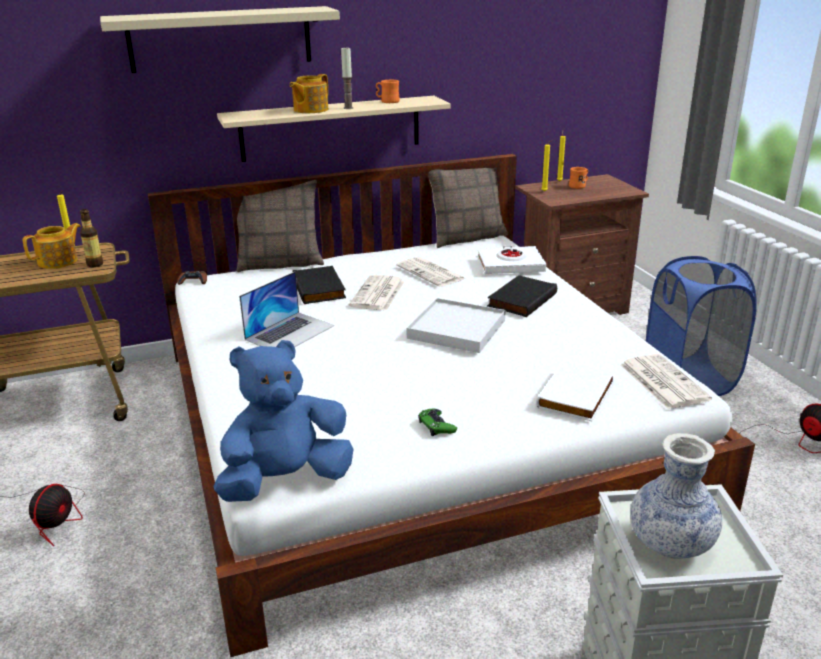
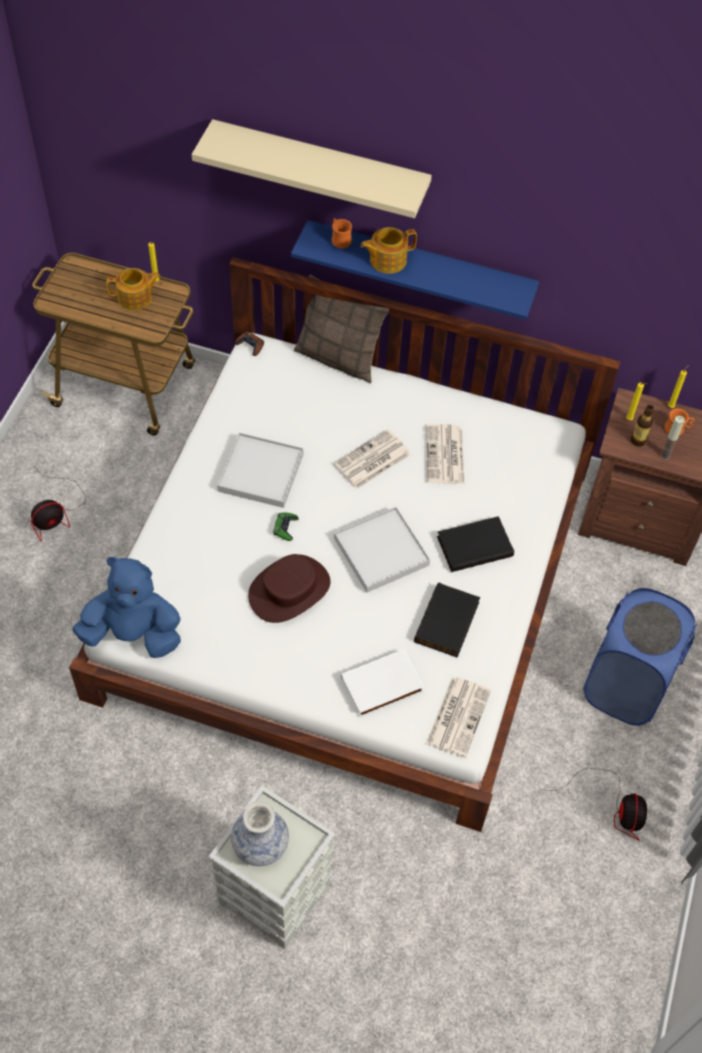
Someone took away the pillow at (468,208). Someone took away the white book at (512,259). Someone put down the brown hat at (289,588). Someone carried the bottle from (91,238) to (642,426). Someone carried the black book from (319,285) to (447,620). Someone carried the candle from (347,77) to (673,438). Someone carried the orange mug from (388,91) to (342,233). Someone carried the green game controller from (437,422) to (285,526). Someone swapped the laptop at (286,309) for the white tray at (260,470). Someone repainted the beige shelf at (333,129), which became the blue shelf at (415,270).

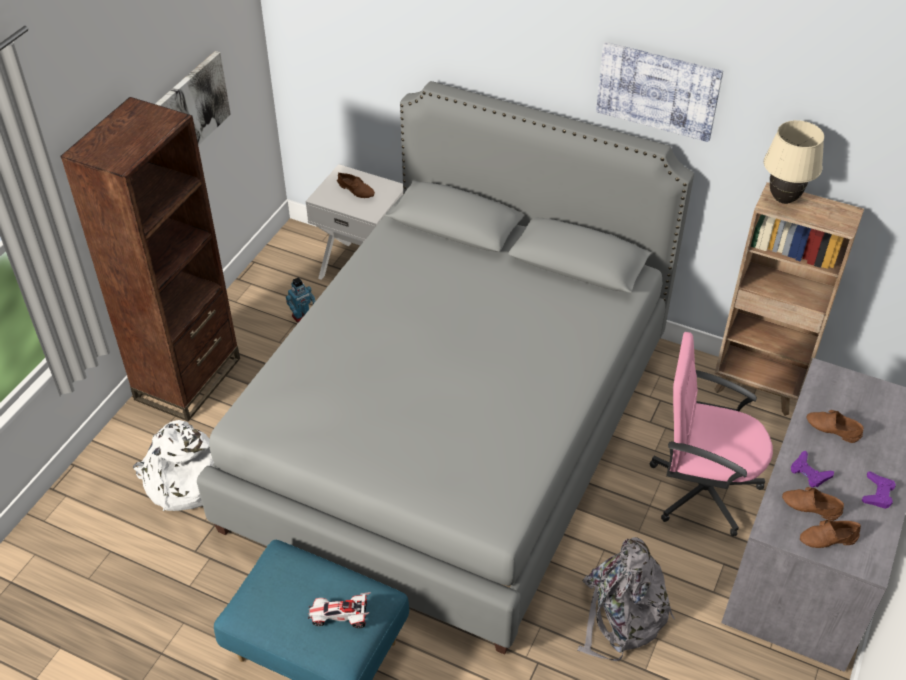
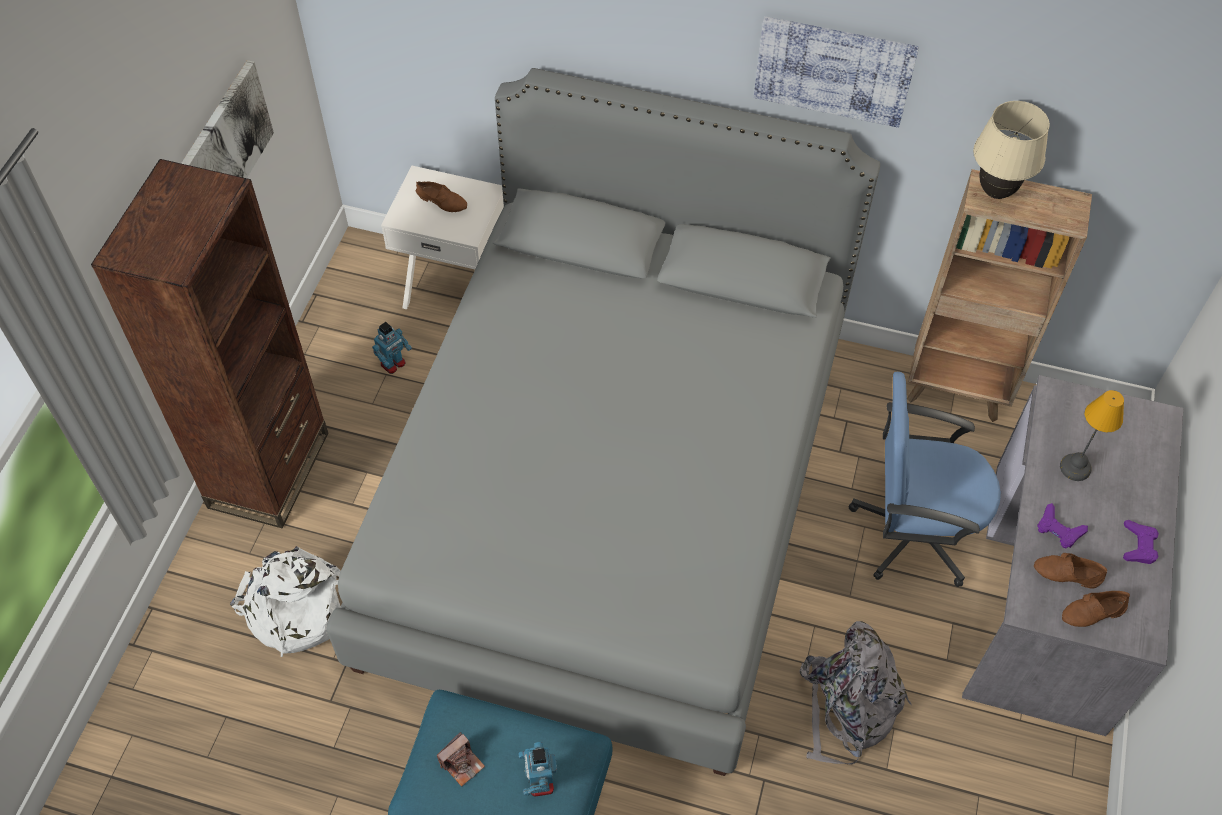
Someone put down the photo camera at (461,759). Someone swapped the toy car at (339,610) for the toy robot at (537,769). Someone swapped the brown shoe at (835,426) for the table lamp at (1092,435). Someone repainted the pink office chair at (711,434), which became the blue office chair at (925,479).

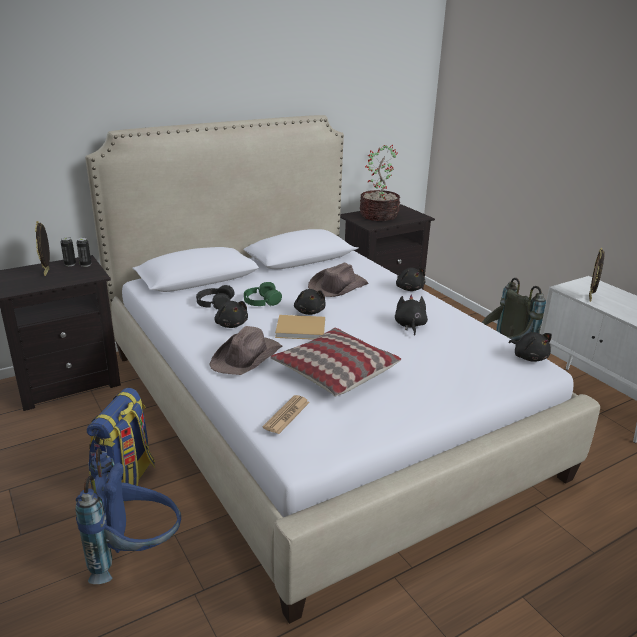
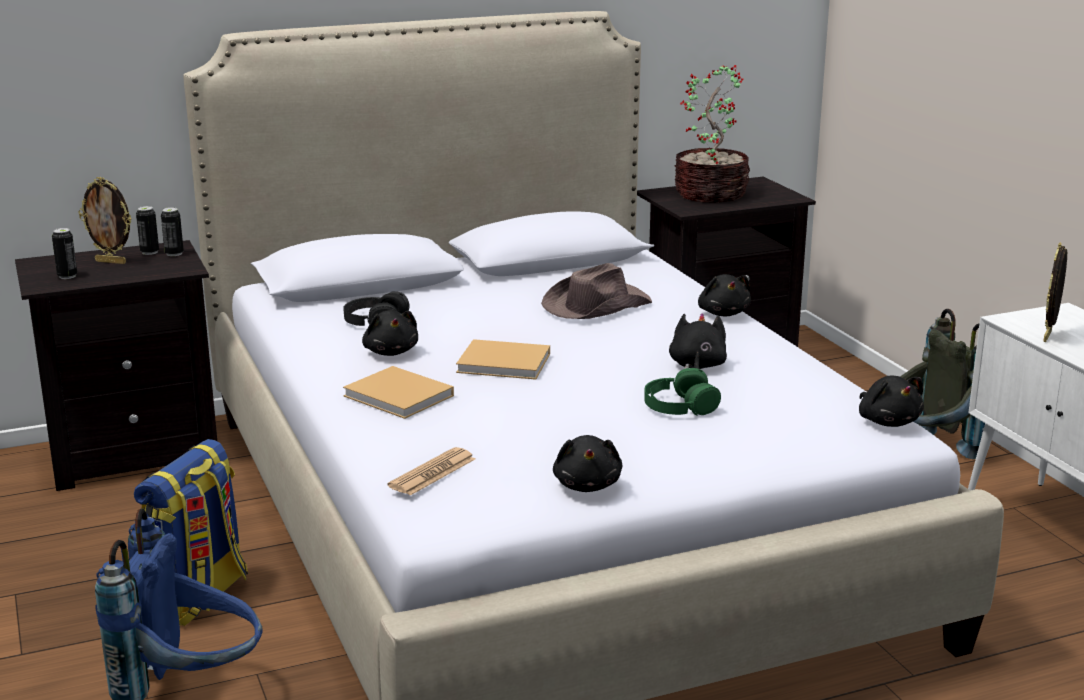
Someone took away the pillow at (336,362). Someone put down the can at (64,253). Someone carried the green headphones from (263,294) to (683,392). Someone carried the black plush toy from (309,302) to (587,463). Someone swapped the brown hat at (246,350) for the beige book at (398,392). Someone rotated the picture frame at (42,248) by 75 degrees counterclockwise.

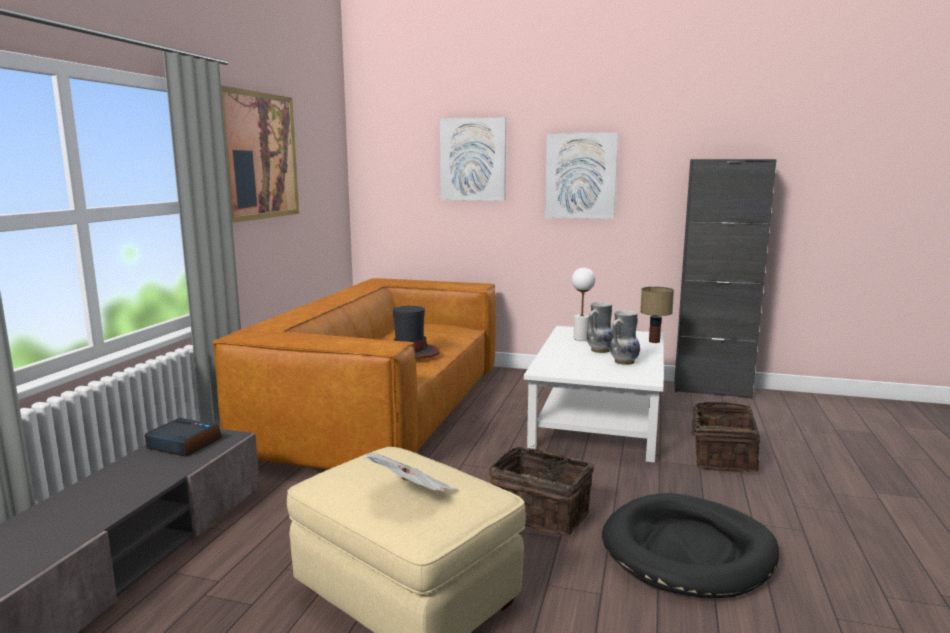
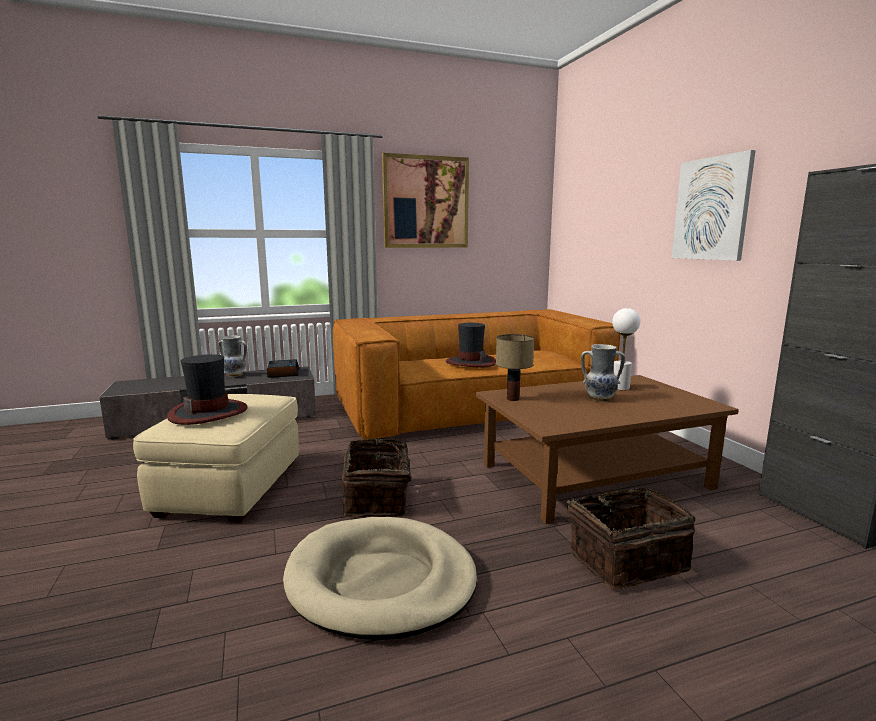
Someone took away the picture at (473,159). Someone carried the vase from (625,337) to (232,356). Someone carried the table lamp from (657,315) to (515,367). Someone swapped the newspaper at (410,472) for the hat at (207,389). Someone repainted the white coffee table at (594,394), which became the brown coffee table at (607,449). Someone repainted the black dog bed at (690,545), which became the beige dog bed at (380,578).

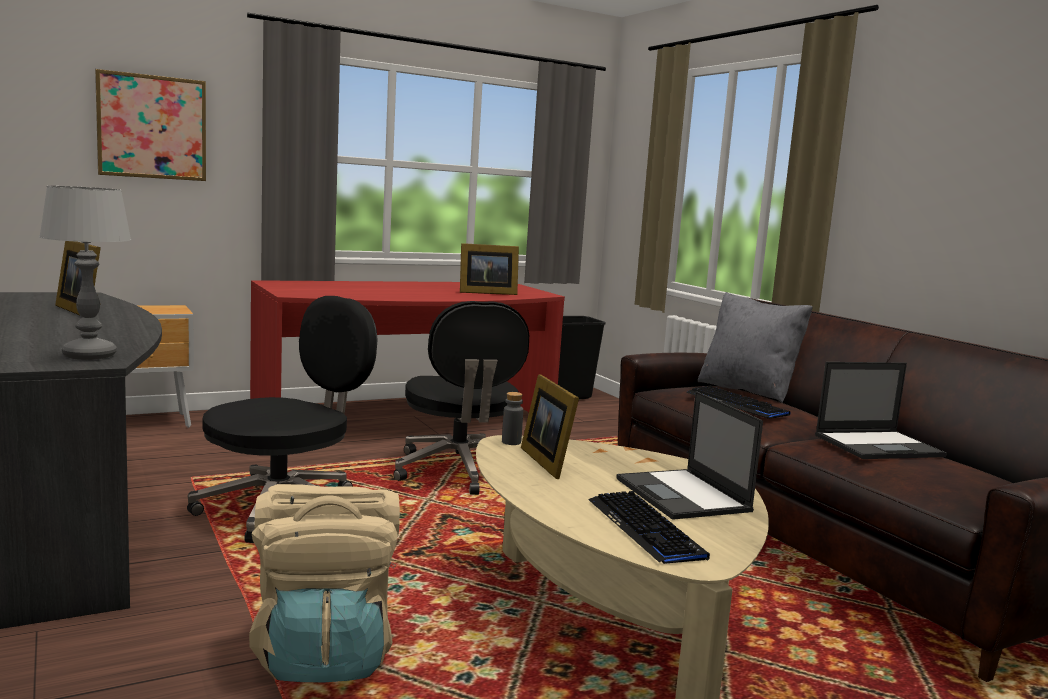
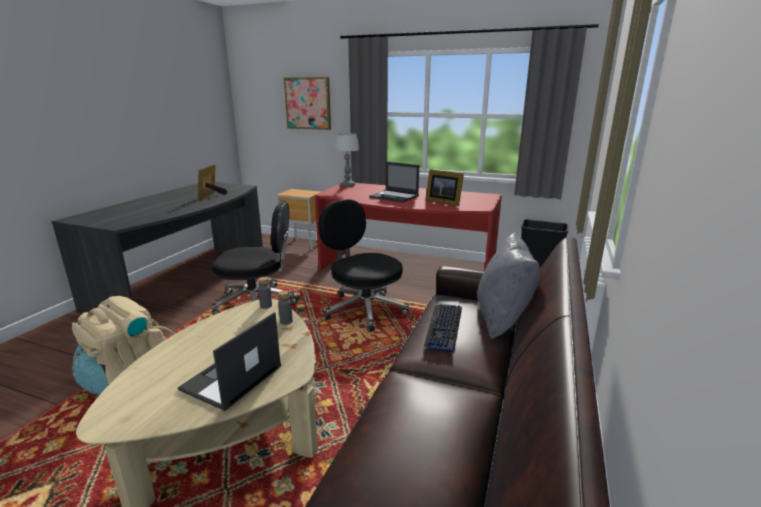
Someone took away the picture frame at (550,426). Someone took away the keyboard at (649,527). Someone put down the grey bottle at (285,307). Someone carried the table lamp from (85,273) to (347,160). Someone carried the laptop from (881,410) to (394,182). Someone rotated the black office chair at (461,398) by 105 degrees clockwise.

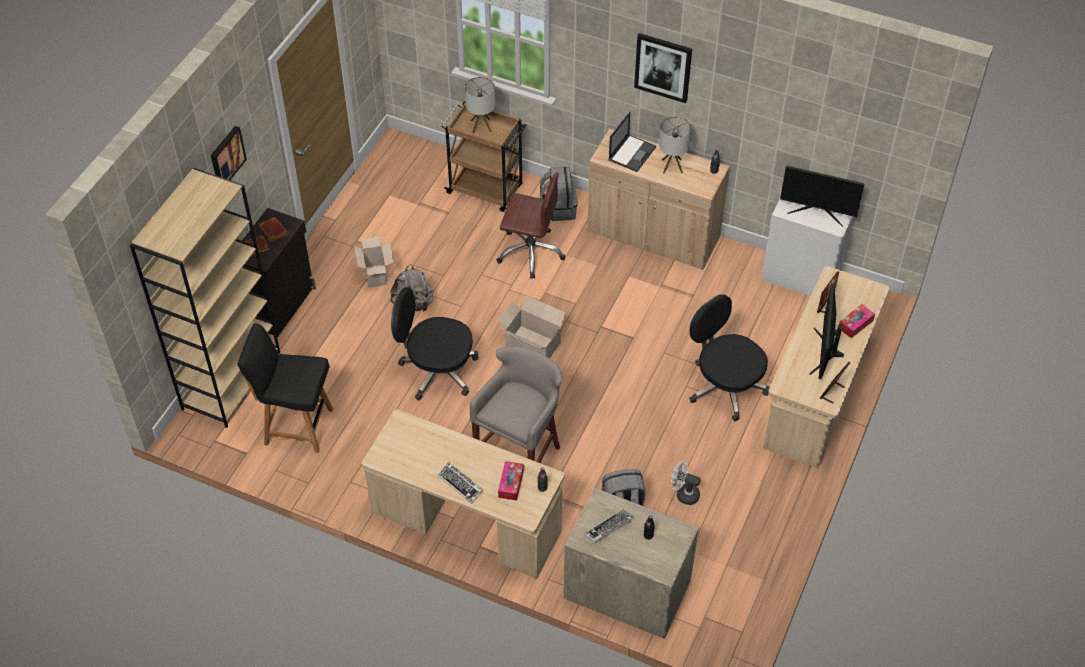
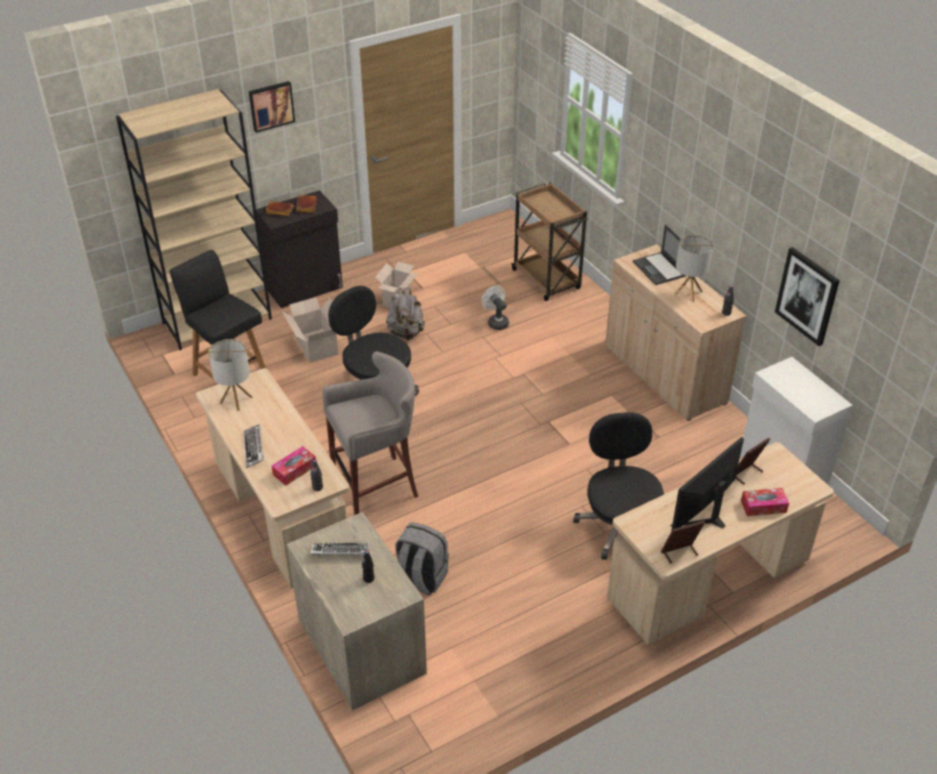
Someone took away the brown office chair at (531,226). Someone took away the grey backpack at (558,194). Someone took away the monitor at (822,196). Someone carried the table lamp from (480,105) to (231,375). Someone carried the cardboard box from (532,327) to (310,330). Someone carried the picture from (663,68) to (807,296). Someone carried the white fan from (686,483) to (495,308). Someone rotated the laptop at (632,142) by 90 degrees clockwise.

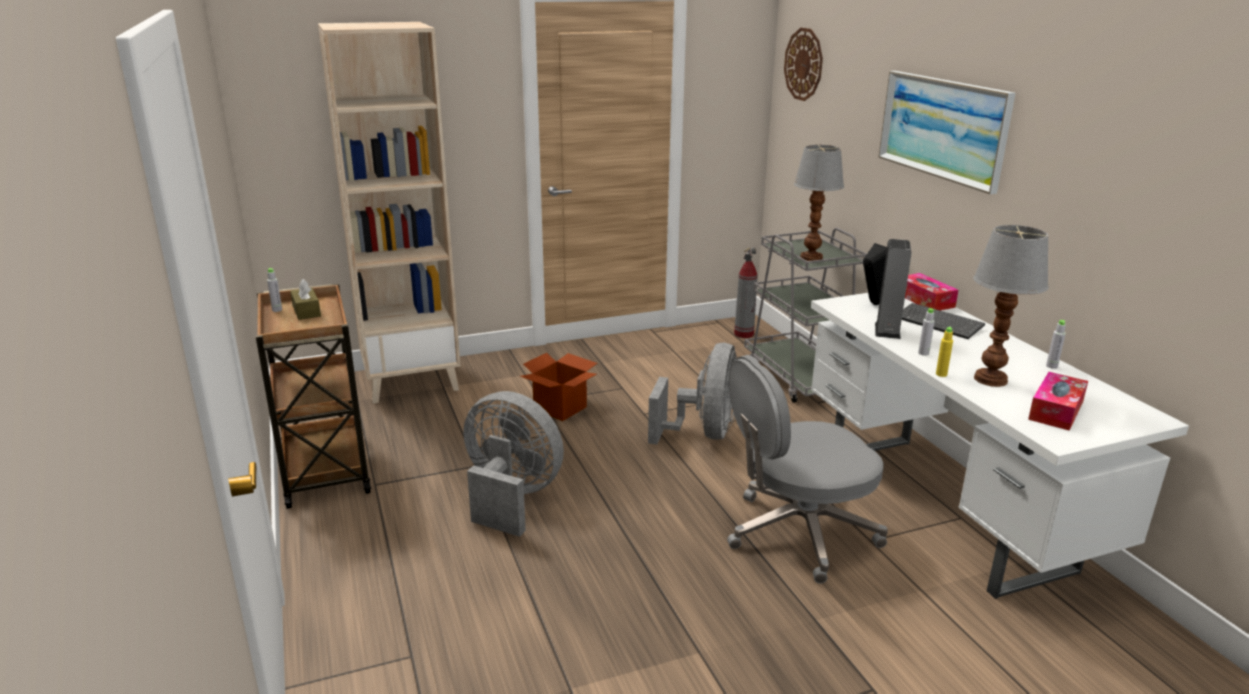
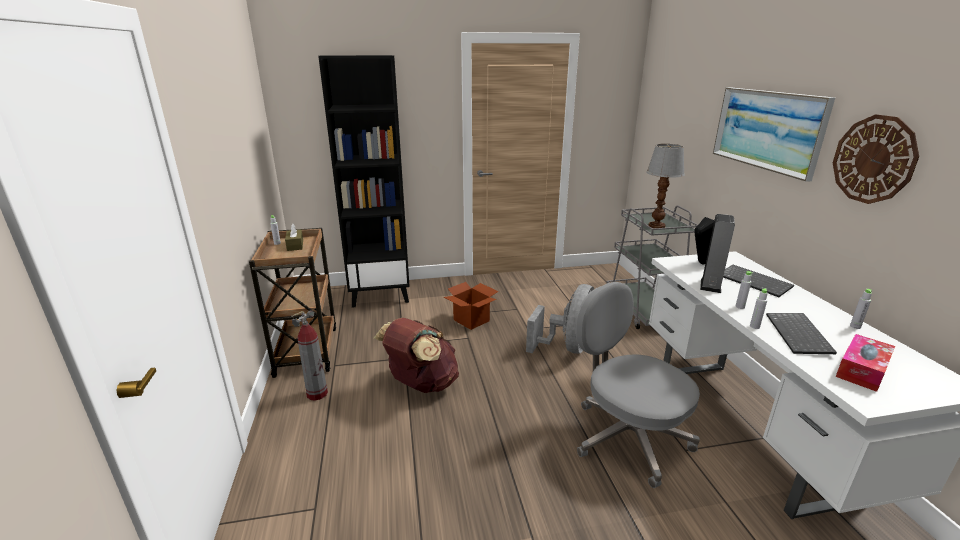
Someone took away the tissue box at (931,291). Someone carried the fire extinguisher from (745,293) to (309,355). Someone carried the wall clock from (803,64) to (876,159). Someone swapped the grey fan at (514,464) for the brown backpack at (416,355). Someone swapped the table lamp at (1011,306) for the keyboard at (801,333). Someone repainted the beige bookcase at (389,213), which became the black bookcase at (364,181). Someone repainted the yellow bottle at (944,352), which became the grey bottle at (759,308). Someone rotated the grey office chair at (807,469) by 60 degrees clockwise.

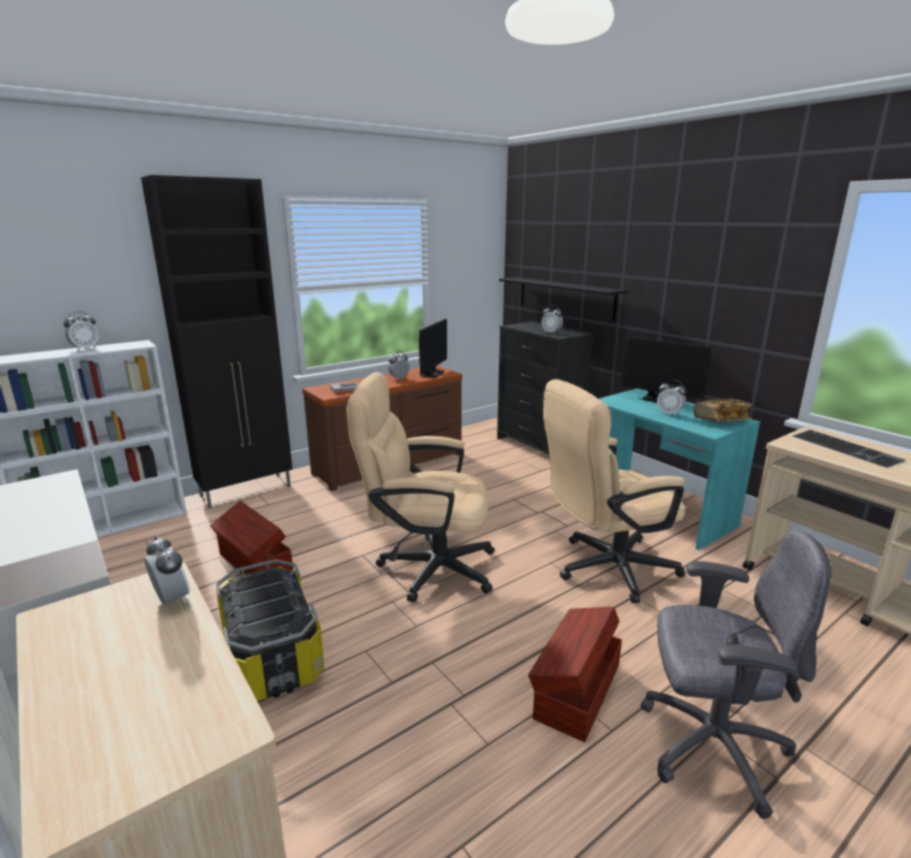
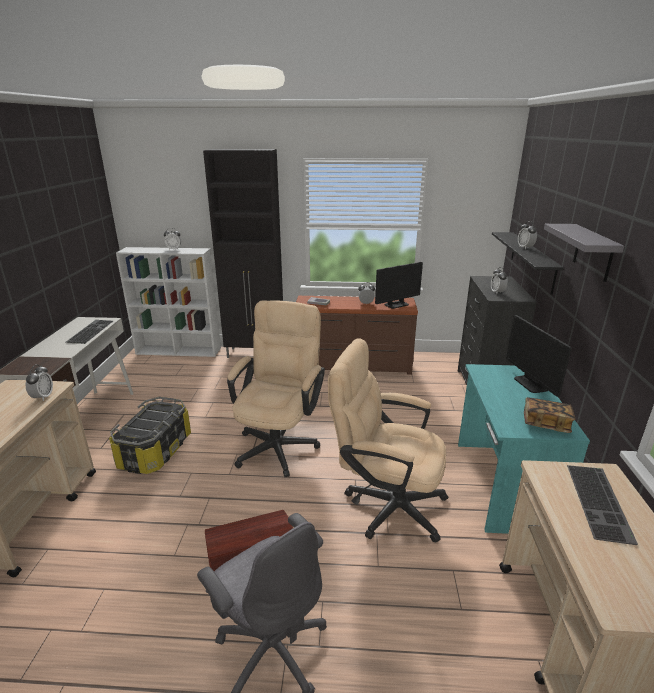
Someone took away the brown storage box at (251,537). Someone put down the keyboard at (89,332). Someone put up the grey shelf at (584,253). Someone carried the alarm clock from (672,398) to (527,235). Someone rotated the beige office chair at (421,487) by 60 degrees clockwise.

